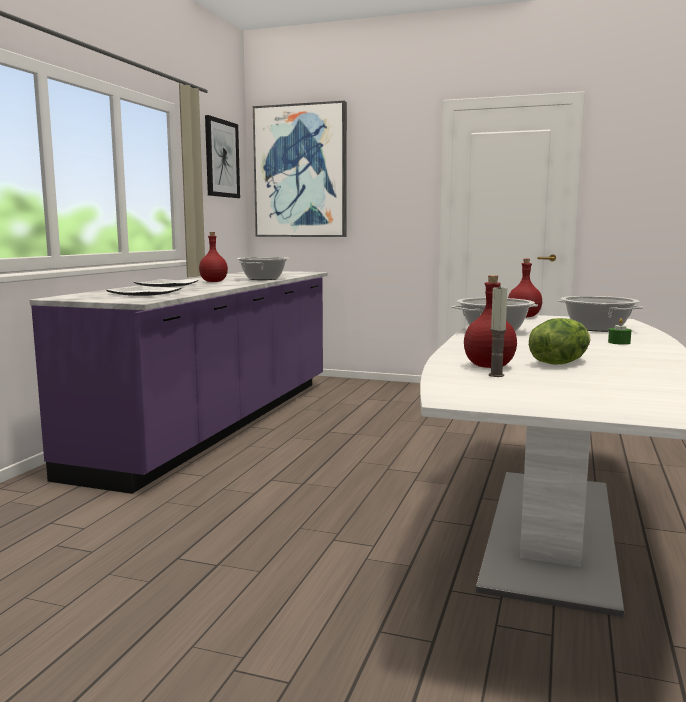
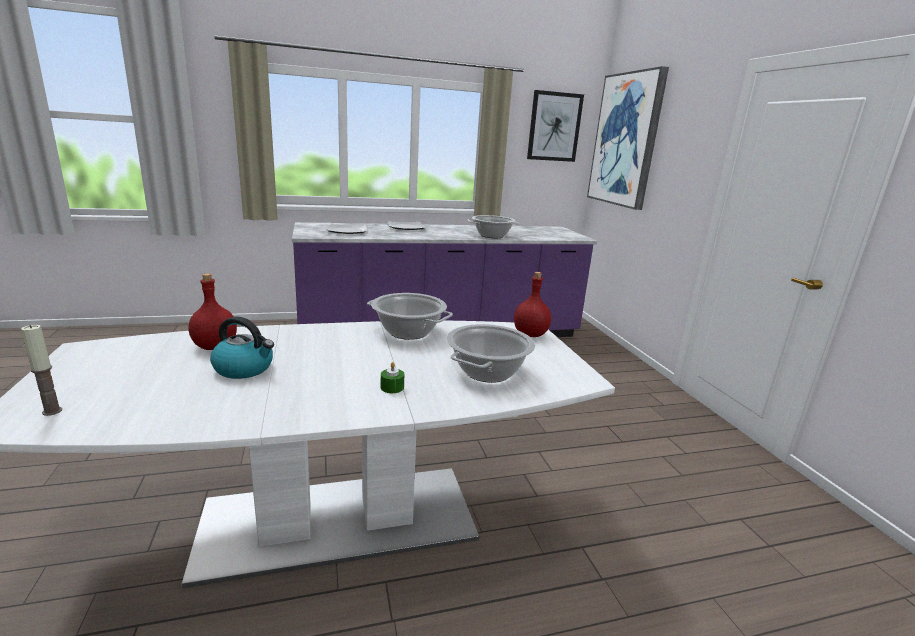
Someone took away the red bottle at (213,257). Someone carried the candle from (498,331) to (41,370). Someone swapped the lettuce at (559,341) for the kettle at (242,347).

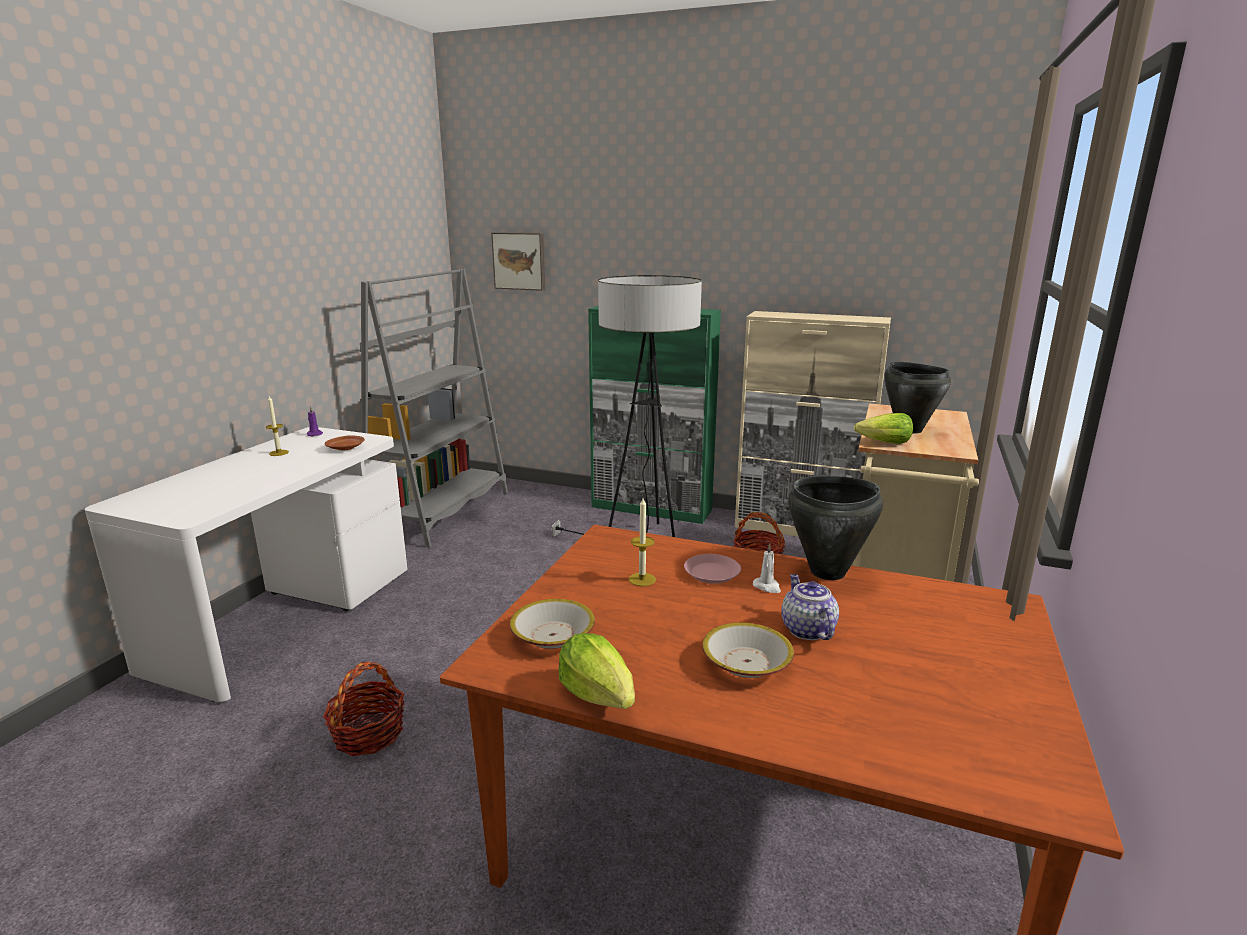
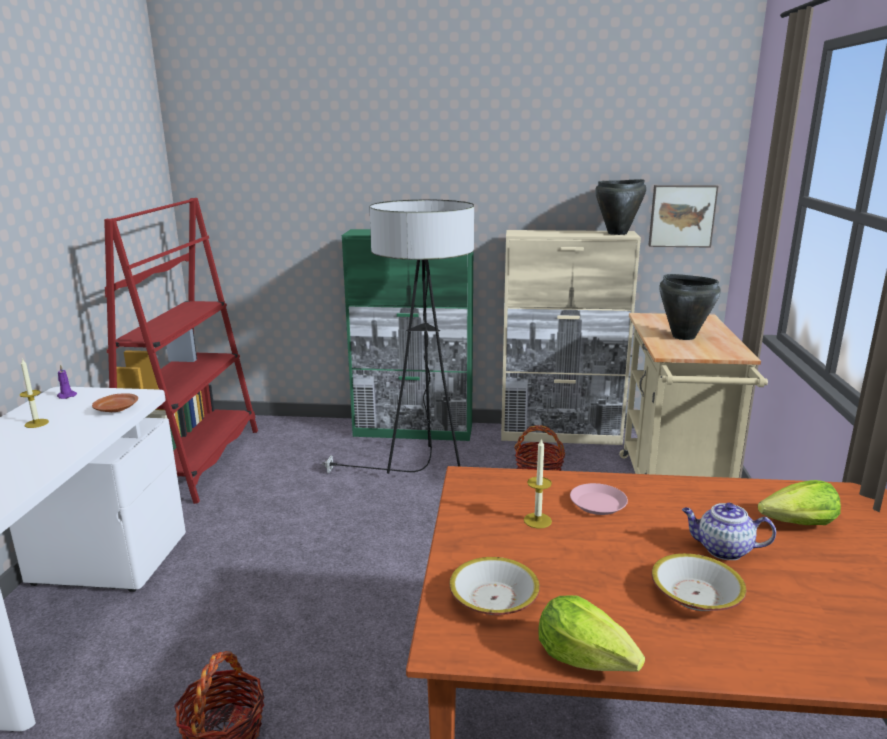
Someone took away the white candle at (767,568). Someone carried the picture from (518,261) to (683,216). Someone carried the black cooking pot from (835,528) to (620,207). Someone carried the lettuce from (883,428) to (799,502). Someone repainted the grey bookcase at (434,408), which became the red bookcase at (181,351). Someone rotated the teapot at (810,607) by 45 degrees counterclockwise.

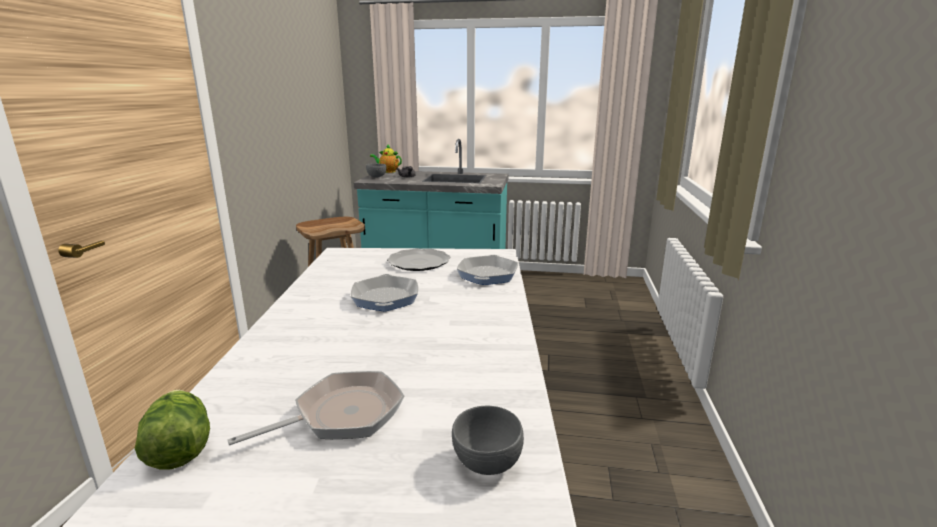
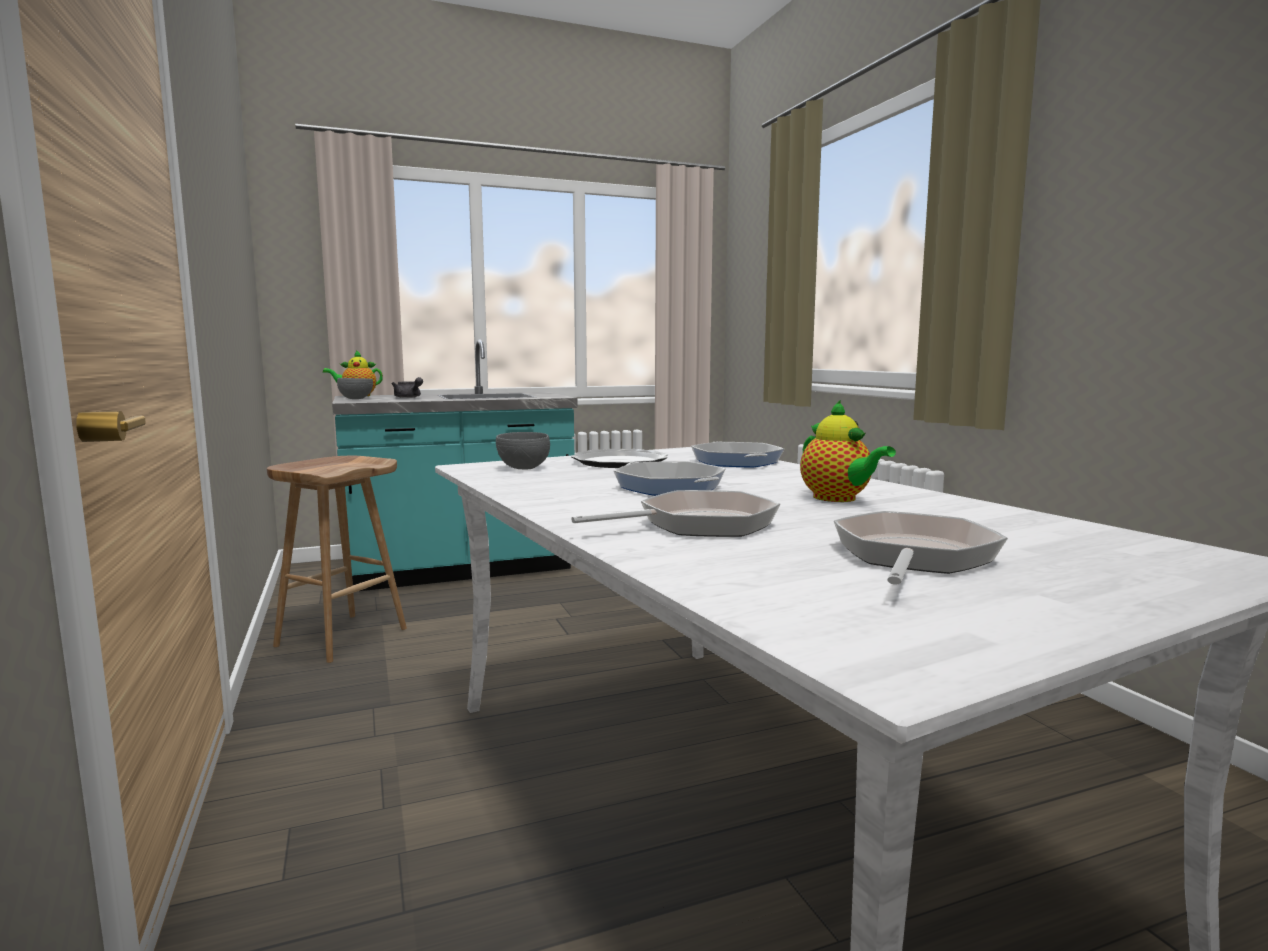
Someone took away the lettuce at (172,430). Someone put down the frying pan at (675,513). Someone put down the teapot at (848,451). Someone carried the grey bowl from (488,440) to (523,450).

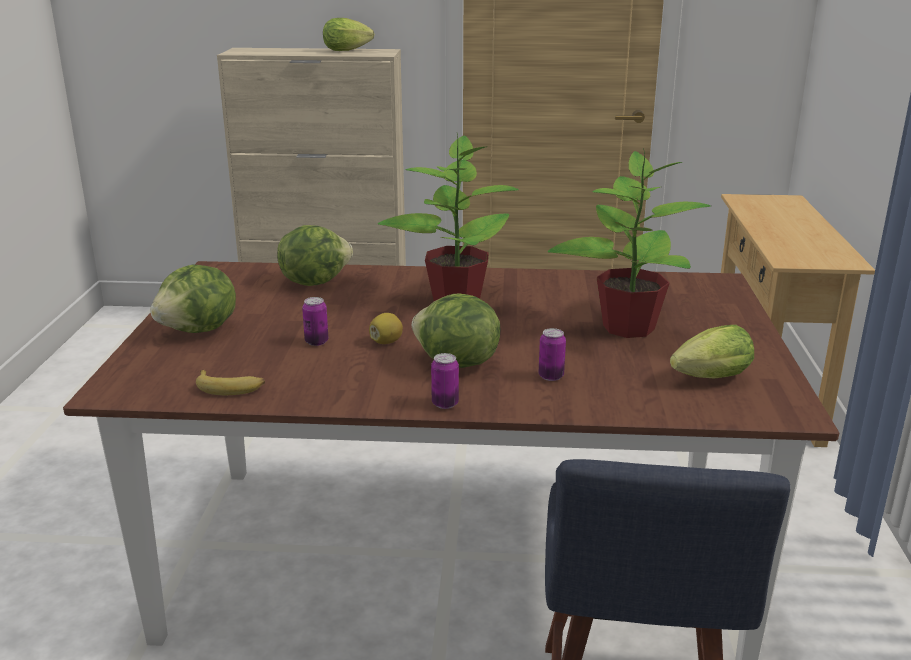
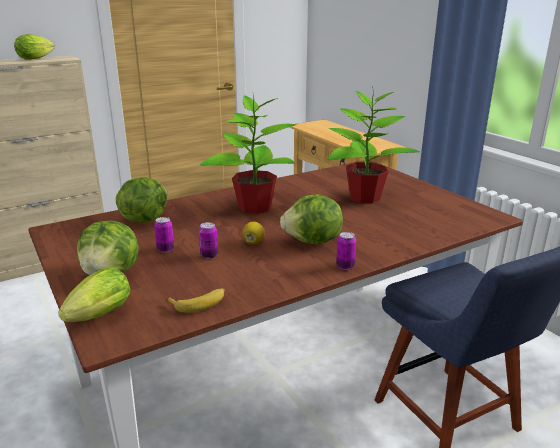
Someone carried the can from (552,354) to (164,235). Someone carried the lettuce from (712,352) to (94,294).

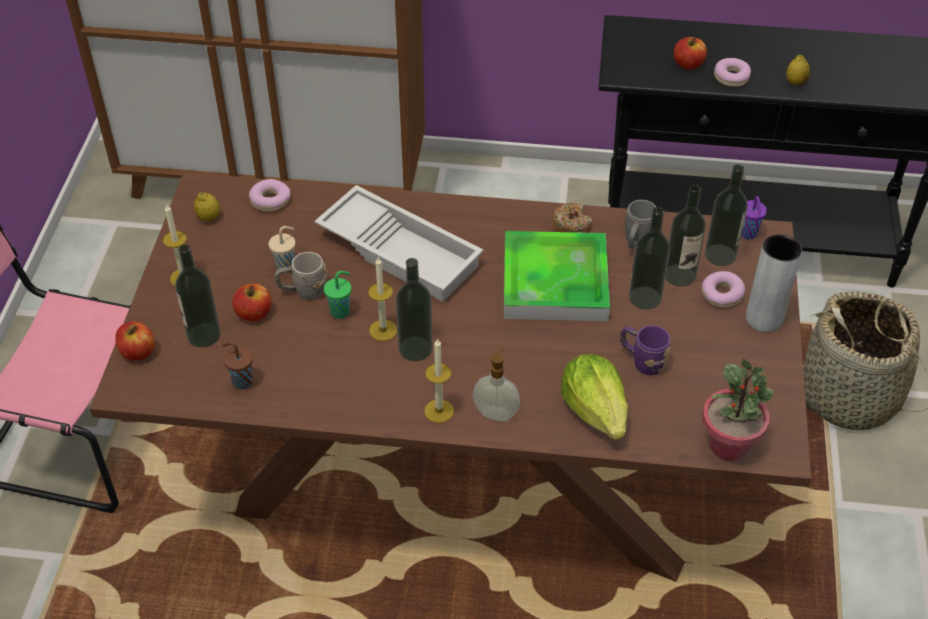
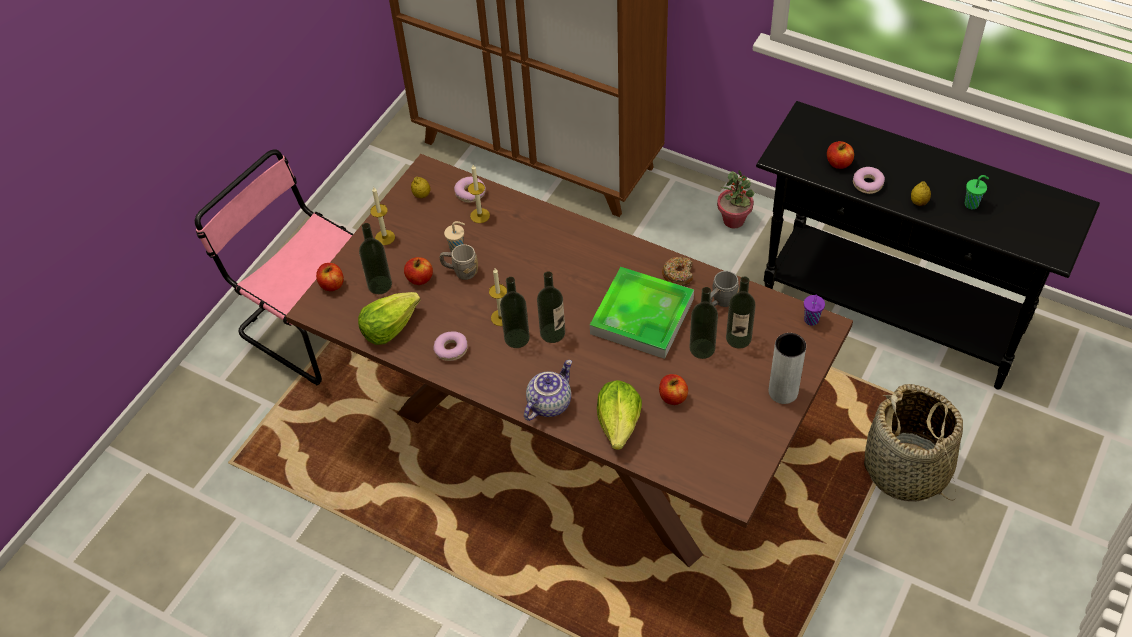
Someone took away the white tray at (399,243). Someone carried the green cup from (337,295) to (977,192). Someone carried the candle from (439,380) to (479,194). Someone carried the donut from (723,289) to (450,346). Someone carried the potted plant from (738,410) to (735,199). Someone carried the bottle from (726,215) to (551,307). Someone swapped the brown cup at (237,365) for the lettuce at (389,318). Someone swapped the soap dispenser at (496,384) for the teapot at (548,390). Someone swapped the purple mug at (645,350) for the apple at (673,389).

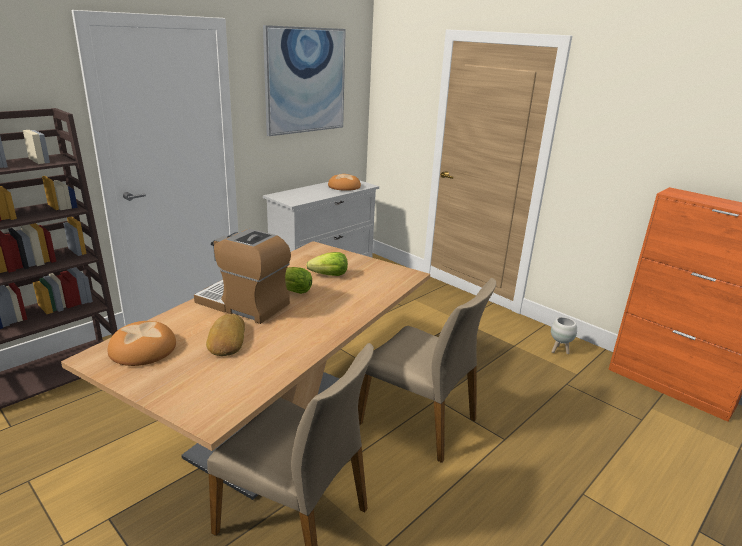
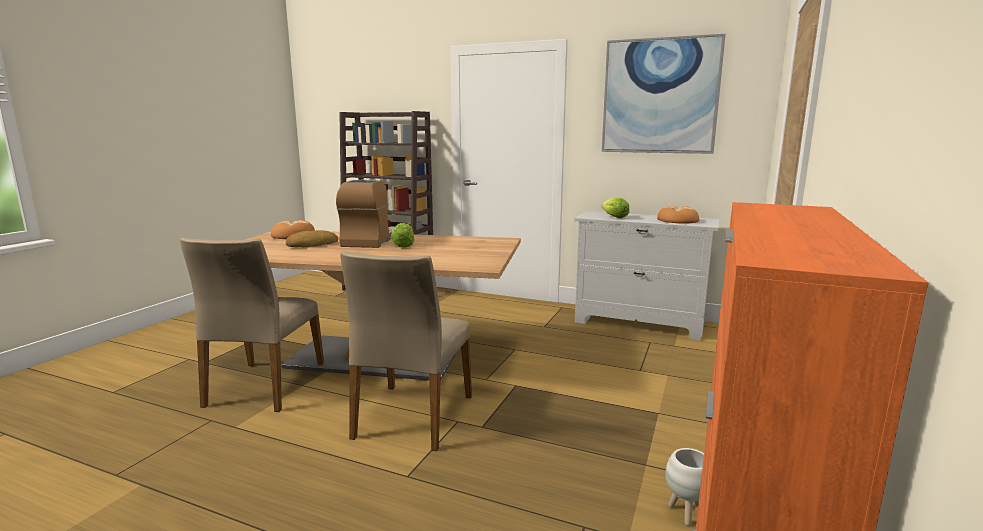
Someone carried the lettuce from (327,264) to (615,208).

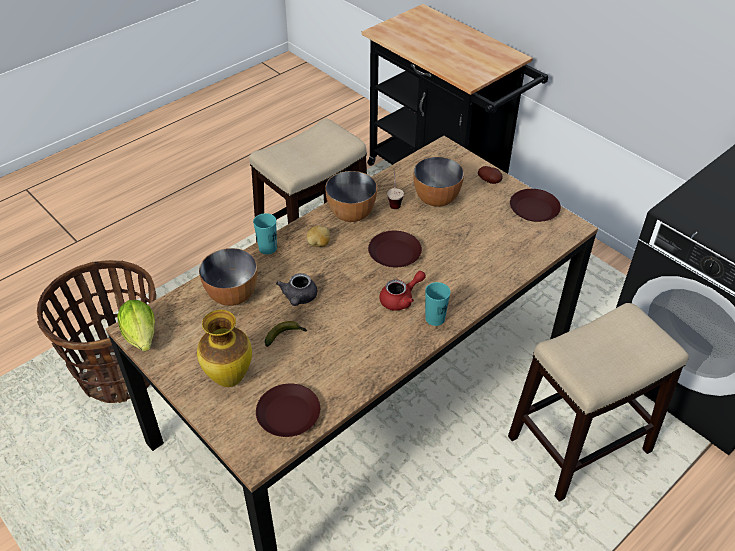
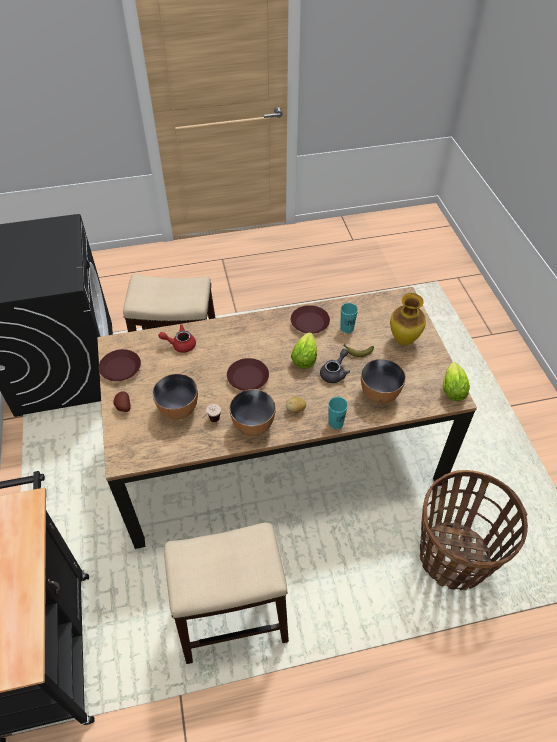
Someone put down the lettuce at (304,350). Someone carried the brown plate from (288,410) to (310,319). Someone carried the red teapot from (402,291) to (177,338). Someone carried the turquoise cup from (437,304) to (349,318).

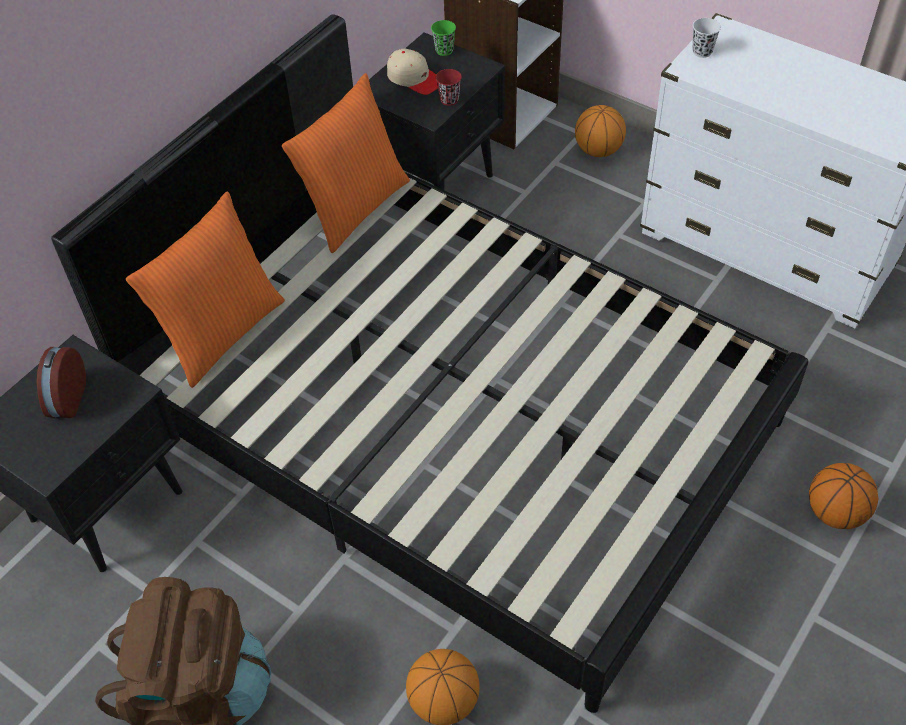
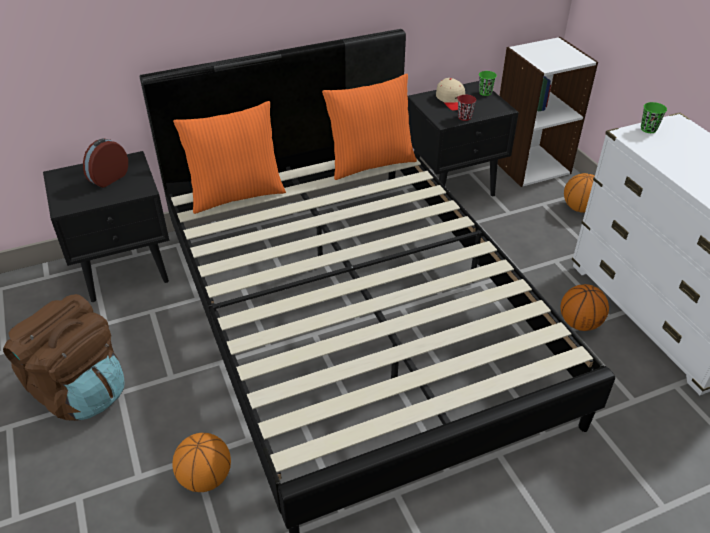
Someone carried the basketball from (843,496) to (585,307). Someone repainted the white cup at (707,38), which became the green cup at (654,117).

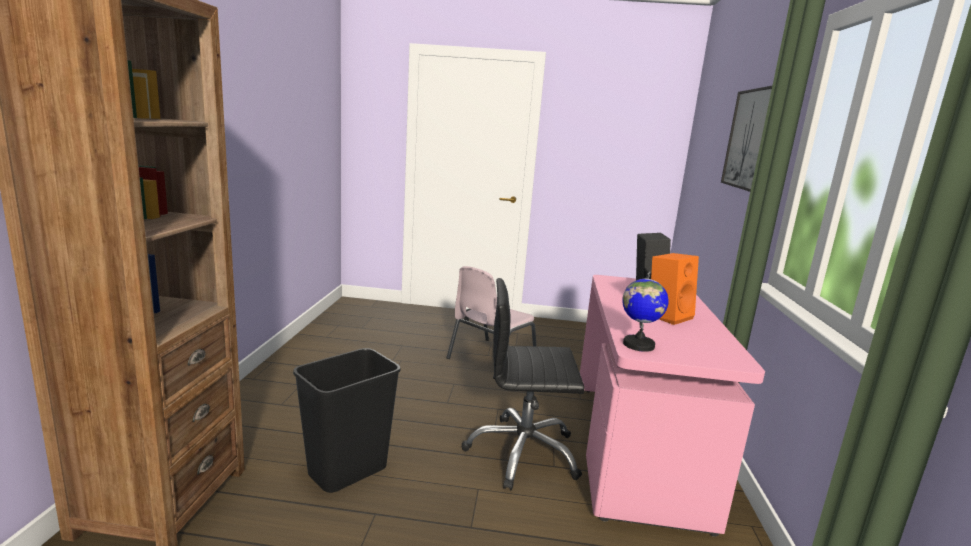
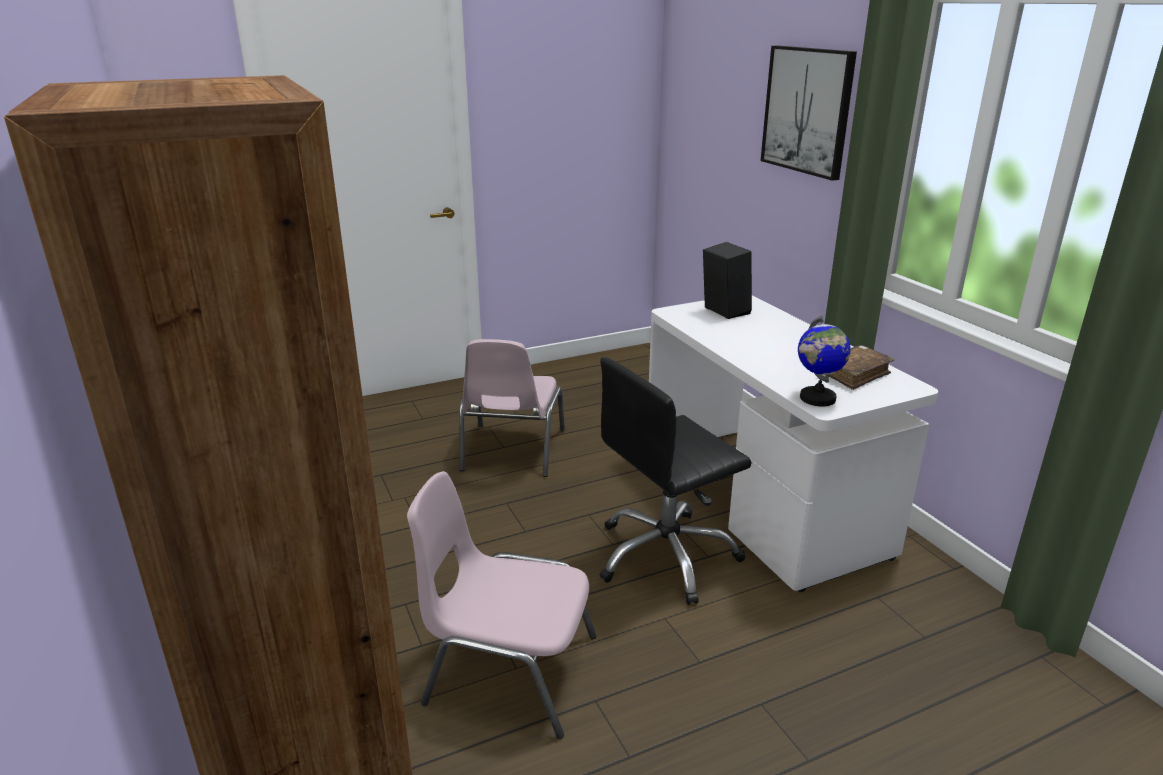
Someone took away the orange speaker at (675,289). Someone put down the brown book at (861,367). Someone swapped the black trash can at (346,420) for the pink chair at (501,605). Someone repainted the pink desk at (672,406), which became the white desk at (793,444).

